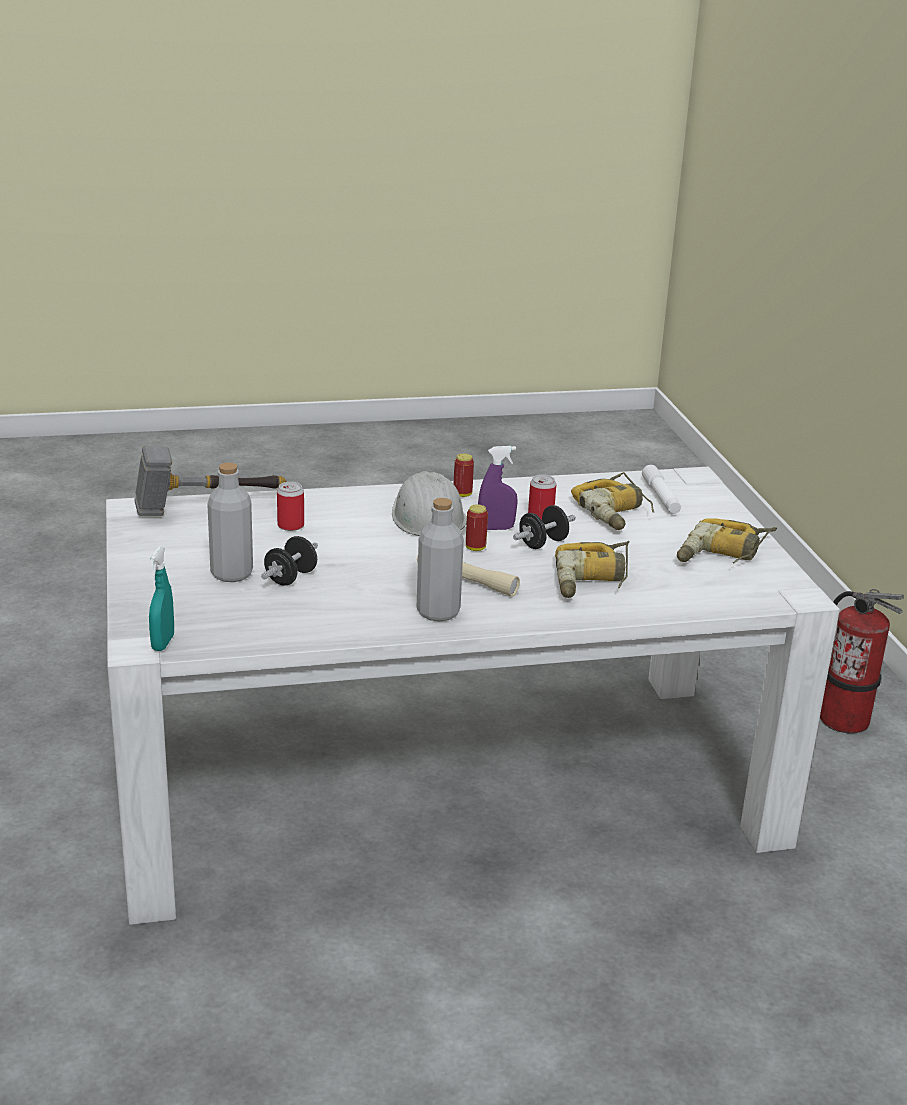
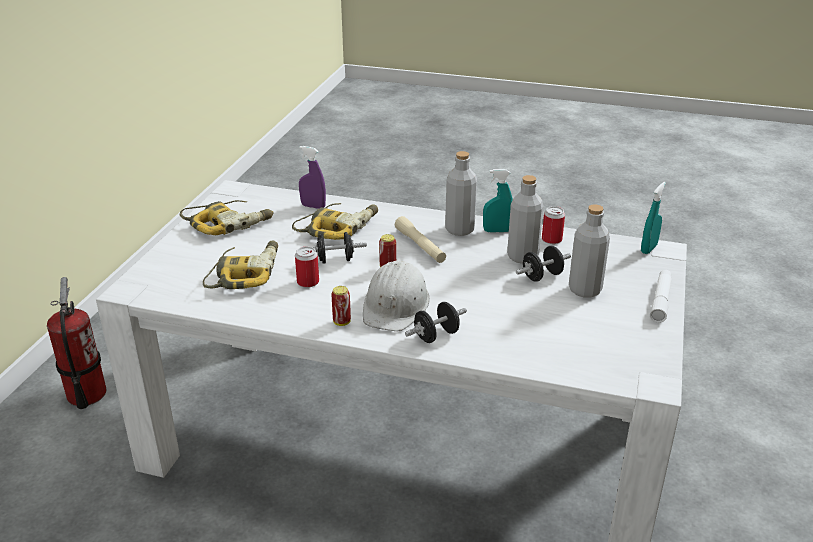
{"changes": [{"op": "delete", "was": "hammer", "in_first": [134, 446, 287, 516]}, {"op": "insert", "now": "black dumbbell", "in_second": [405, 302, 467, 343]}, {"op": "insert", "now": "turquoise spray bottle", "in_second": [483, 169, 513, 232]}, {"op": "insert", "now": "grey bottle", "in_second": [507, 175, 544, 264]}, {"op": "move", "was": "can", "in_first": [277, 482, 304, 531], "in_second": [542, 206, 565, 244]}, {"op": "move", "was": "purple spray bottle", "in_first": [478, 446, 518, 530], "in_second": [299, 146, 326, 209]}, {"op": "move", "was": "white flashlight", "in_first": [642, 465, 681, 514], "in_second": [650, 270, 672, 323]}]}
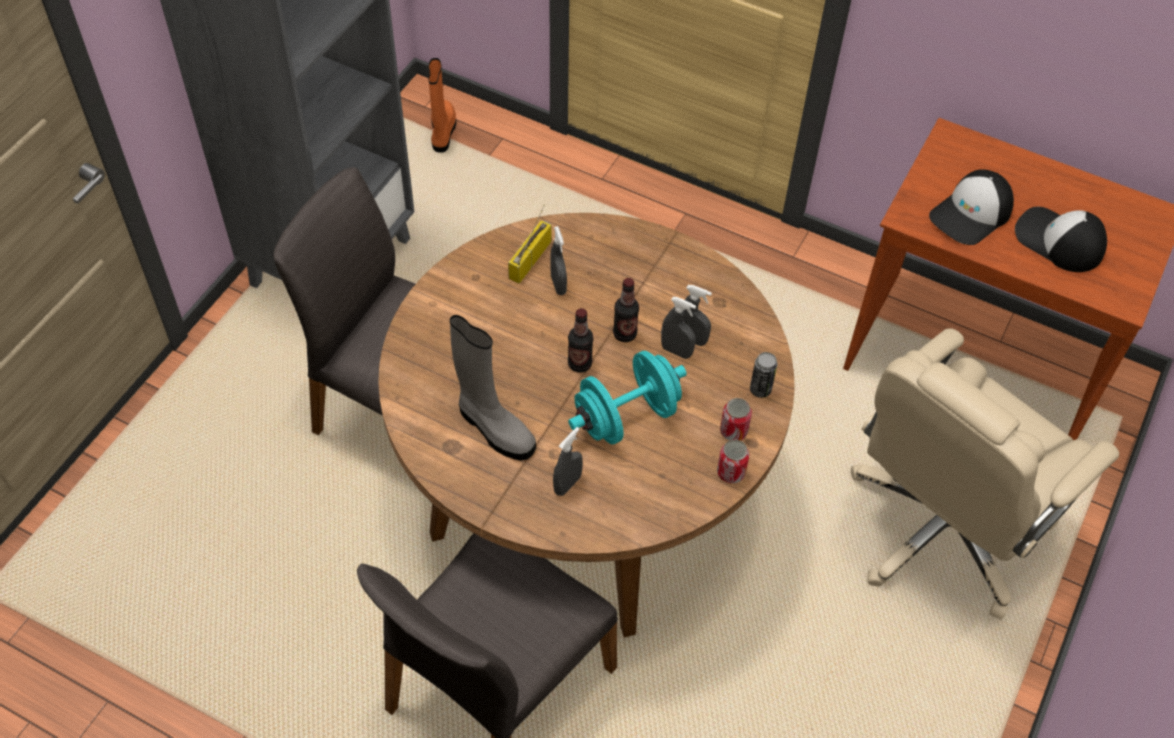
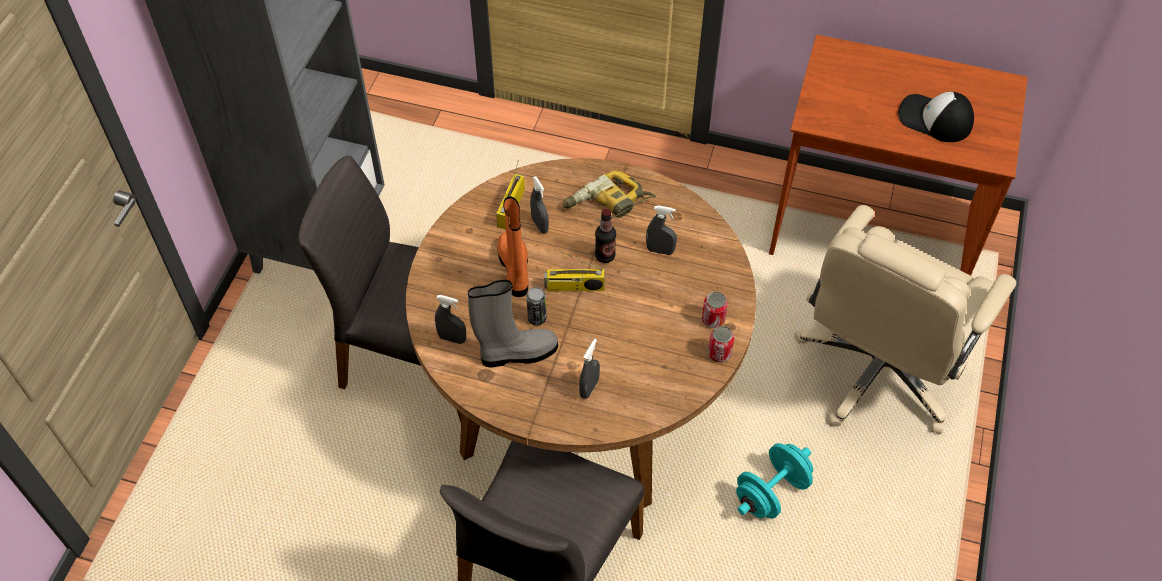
{"changes": [{"op": "delete", "was": "cap", "in_first": [929, 169, 1014, 245]}, {"op": "insert", "now": "power drill", "in_second": [562, 170, 656, 223]}, {"op": "move", "was": "orange boot", "in_first": [428, 58, 456, 153], "in_second": [497, 196, 528, 297]}, {"op": "move", "was": "turquoise dumbbell", "in_first": [568, 351, 687, 444], "in_second": [736, 443, 813, 518]}, {"op": "move", "was": "grey spray bottle", "in_first": [661, 297, 696, 359], "in_second": [435, 295, 466, 344]}, {"op": "move", "was": "can", "in_first": [750, 352, 777, 398], "in_second": [526, 287, 546, 325]}, {"op": "replace", "was": "bottle", "now": "radio", "in_first": [568, 308, 593, 373], "in_second": [544, 249, 605, 291]}, {"op": "rotate", "was": "grey boot", "in_first": [450, 315, 536, 460], "in_second": [468, 280, 558, 367], "clockwise": -45}]}
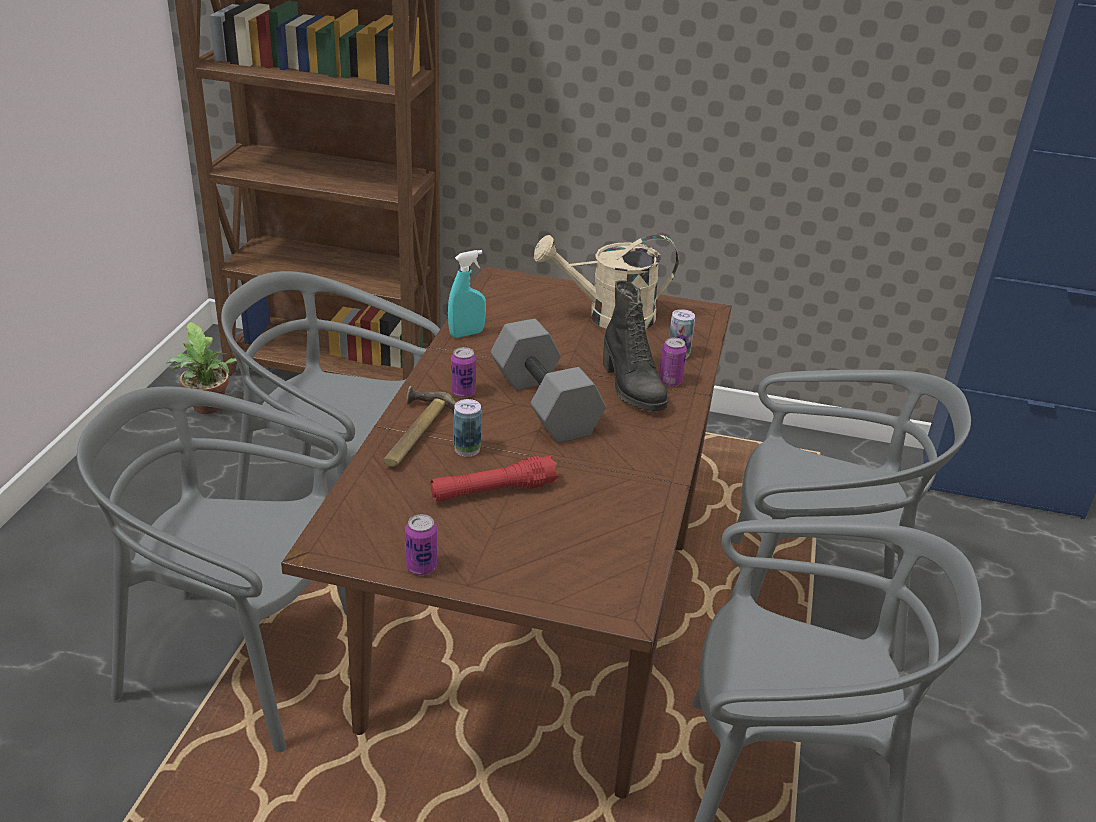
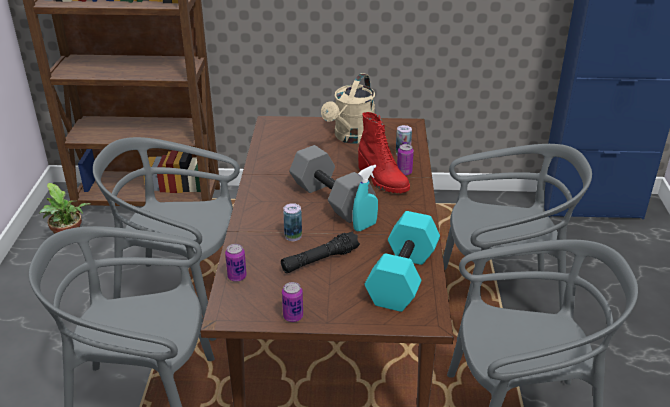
{"changes": [{"op": "delete", "was": "hammer", "in_first": [383, 386, 456, 467]}, {"op": "insert", "now": "turquoise dumbbell", "in_second": [364, 211, 440, 312]}, {"op": "move", "was": "turquoise spray bottle", "in_first": [448, 250, 486, 338], "in_second": [353, 165, 378, 231]}, {"op": "move", "was": "can", "in_first": [451, 347, 476, 398], "in_second": [225, 244, 247, 282]}, {"op": "recolor", "was": "red flashlight", "now": "black flashlight", "in_first": [430, 455, 558, 502], "in_second": [281, 231, 360, 273]}, {"op": "recolor", "was": "black boot", "now": "red boot", "in_first": [603, 280, 668, 411], "in_second": [358, 112, 410, 193]}, {"op": "rotate", "was": "beige watering can", "in_first": [534, 235, 679, 330], "in_second": [321, 73, 375, 144], "clockwise": -45}]}
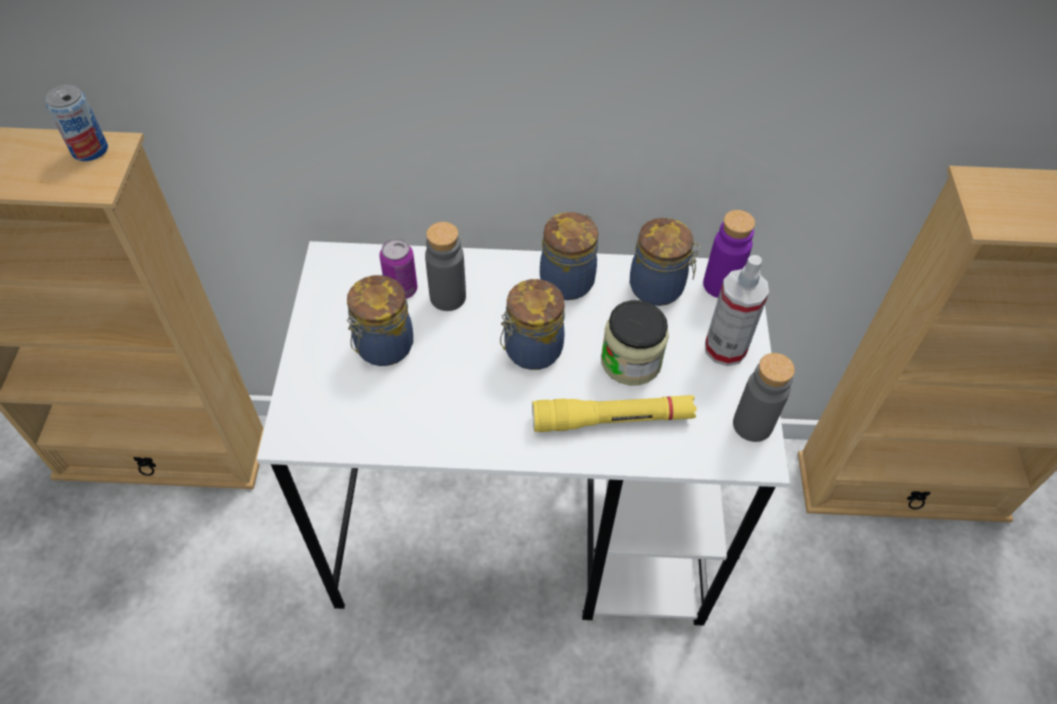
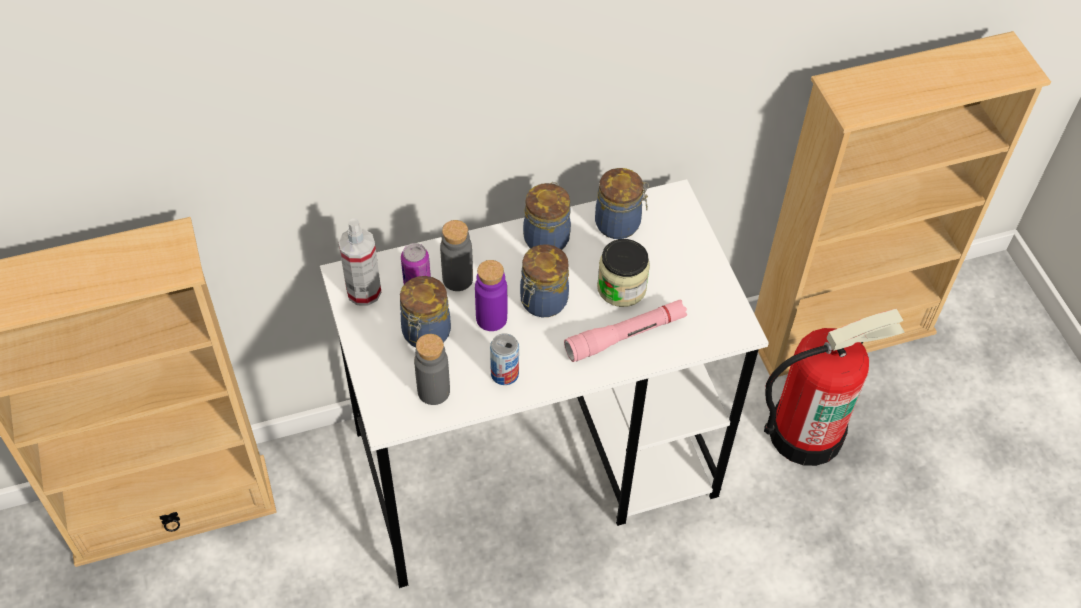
{"changes": [{"op": "insert", "now": "fire extinguisher", "in_second": [764, 309, 905, 466]}, {"op": "move", "was": "can", "in_first": [46, 85, 108, 161], "in_second": [490, 333, 519, 385]}, {"op": "move", "was": "purple bottle", "in_first": [703, 210, 755, 298], "in_second": [475, 260, 507, 331]}, {"op": "move", "was": "spray bottle", "in_first": [705, 255, 769, 366], "in_second": [338, 218, 382, 306]}, {"op": "move", "was": "grey bottle", "in_first": [733, 353, 795, 442], "in_second": [414, 334, 450, 405]}, {"op": "recolor", "was": "yellow flashlight", "now": "pink flashlight", "in_first": [532, 395, 697, 432], "in_second": [564, 300, 687, 362]}]}
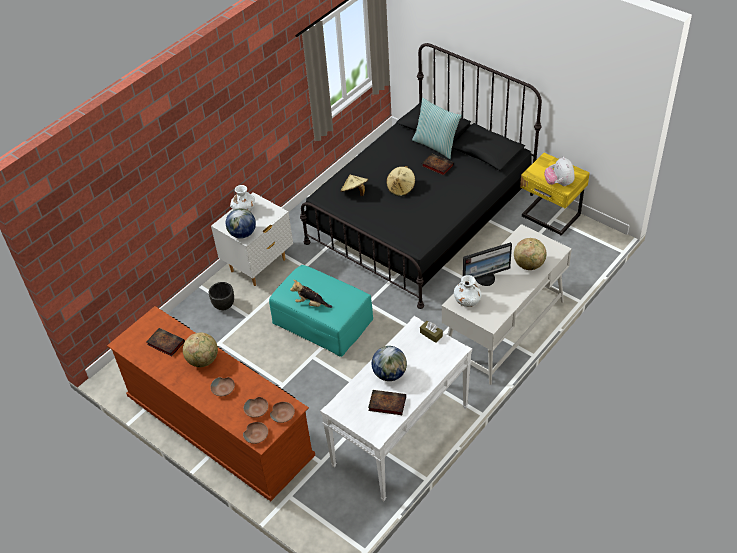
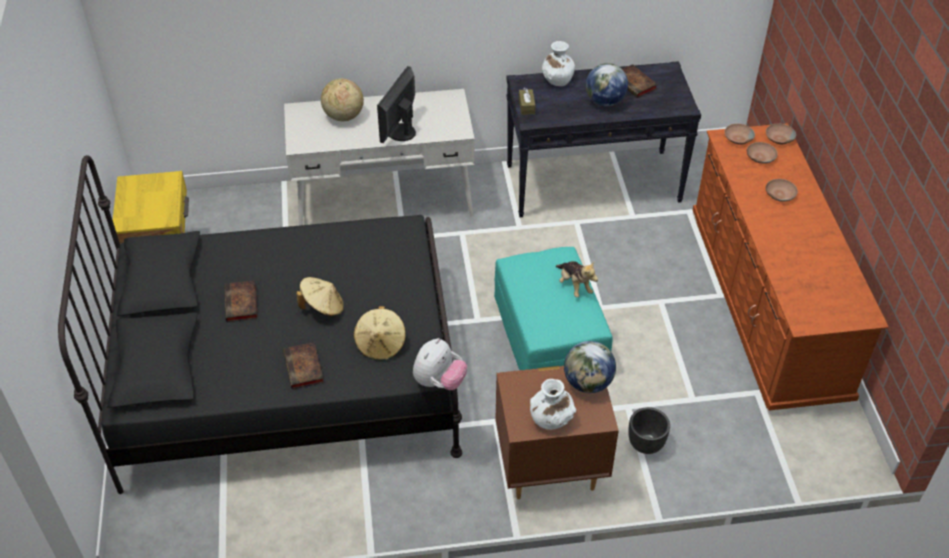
{"changes": [{"op": "delete", "was": "globe", "in_first": [183, 332, 218, 367]}, {"op": "delete", "was": "pillow", "in_first": [412, 98, 462, 159]}, {"op": "move", "was": "book", "in_first": [146, 328, 185, 357], "in_second": [283, 342, 324, 389]}, {"op": "move", "was": "white vase", "in_first": [454, 275, 481, 307], "in_second": [542, 41, 575, 86]}, {"op": "move", "was": "plush toy", "in_first": [544, 157, 574, 186], "in_second": [413, 338, 467, 390]}, {"op": "recolor", "was": "white nightstand", "now": "brown nightstand", "in_first": [211, 192, 293, 286], "in_second": [496, 366, 619, 499]}, {"op": "recolor", "was": "white console table", "now": "black console table", "in_first": [320, 316, 472, 501], "in_second": [506, 61, 701, 217]}, {"op": "rotate", "was": "monitor", "in_first": [463, 242, 512, 286], "in_second": [377, 66, 416, 143], "clockwise": -90}]}
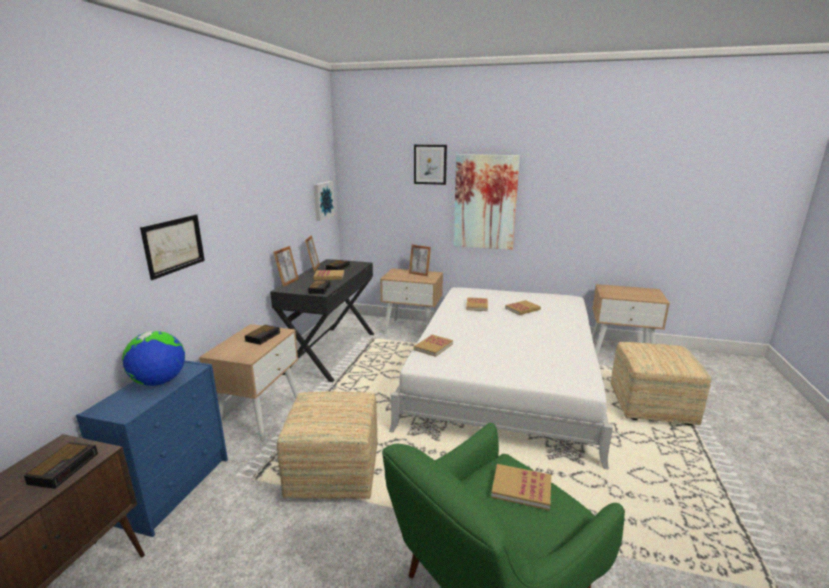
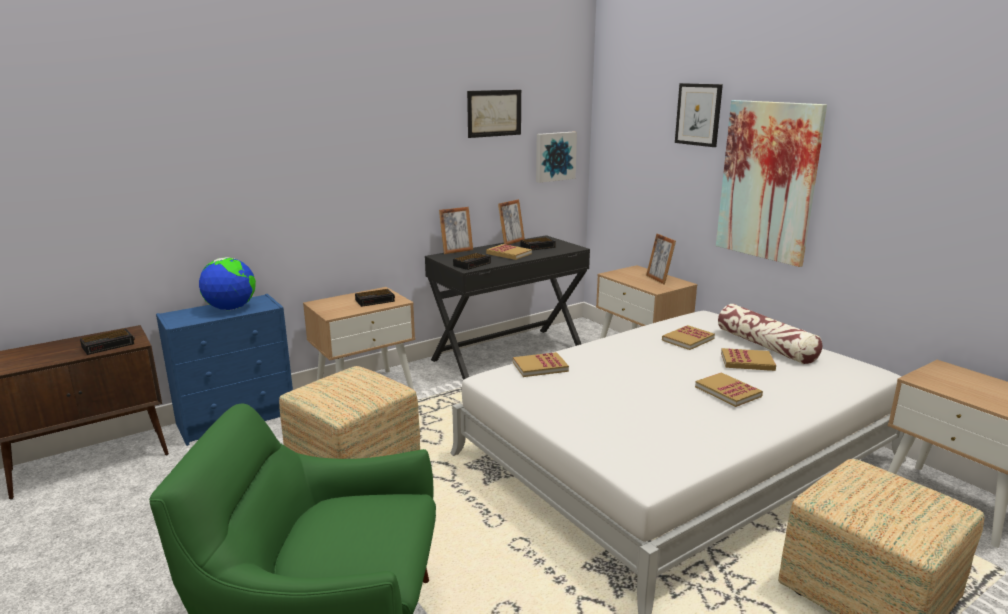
{"changes": [{"op": "insert", "now": "pillow", "in_second": [718, 304, 822, 364]}, {"op": "move", "was": "picture", "in_first": [140, 214, 205, 280], "in_second": [467, 90, 521, 138]}, {"op": "move", "was": "book", "in_first": [491, 464, 551, 511], "in_second": [695, 372, 763, 407]}]}
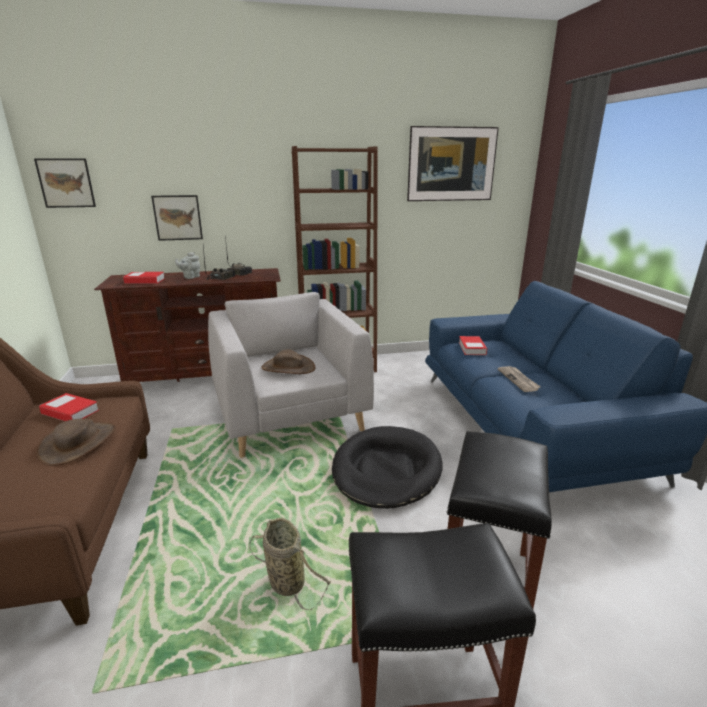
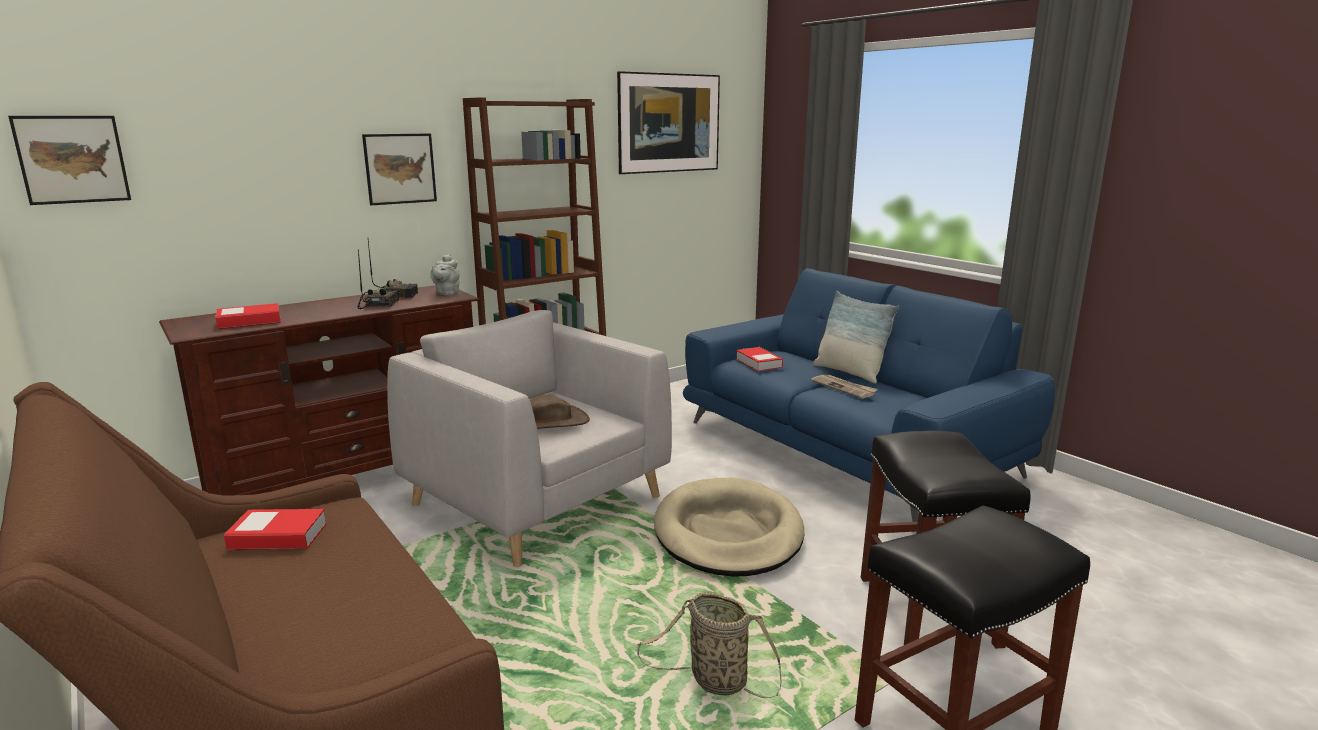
{"changes": [{"op": "delete", "was": "brown hat", "in_first": [36, 419, 116, 466]}, {"op": "insert", "now": "pillow", "in_second": [813, 291, 900, 384]}, {"op": "move", "was": "picture", "in_first": [151, 195, 203, 241], "in_second": [362, 133, 437, 205]}, {"op": "move", "was": "grey teapot", "in_first": [175, 252, 200, 279], "in_second": [430, 254, 459, 295]}, {"op": "recolor", "was": "black dog bed", "now": "beige dog bed", "in_first": [332, 426, 443, 509], "in_second": [654, 478, 804, 577]}]}
